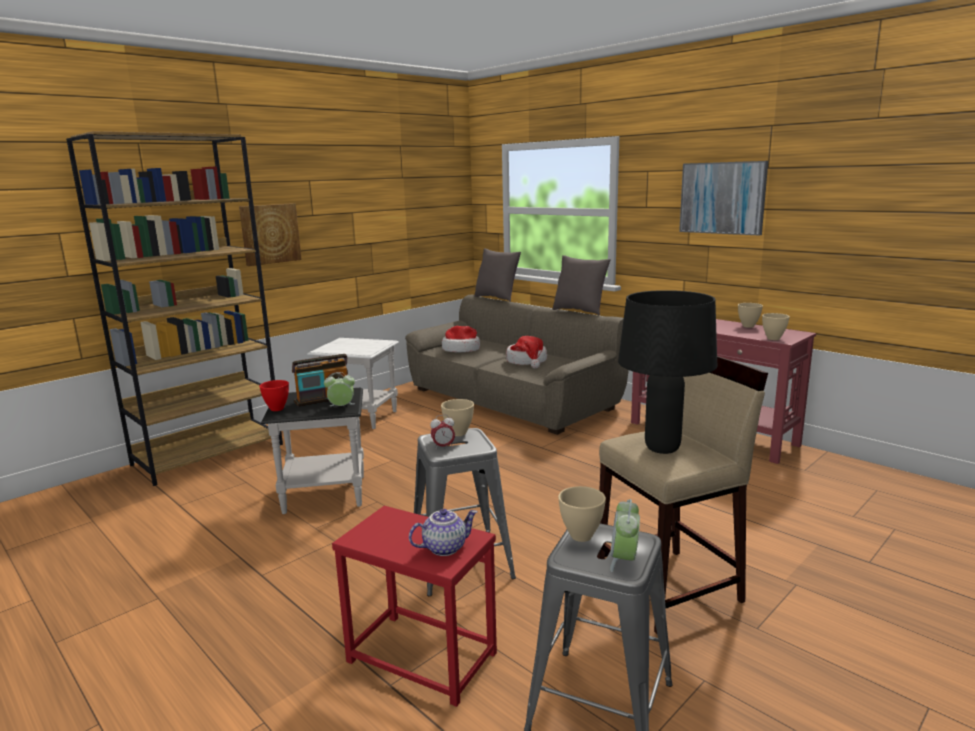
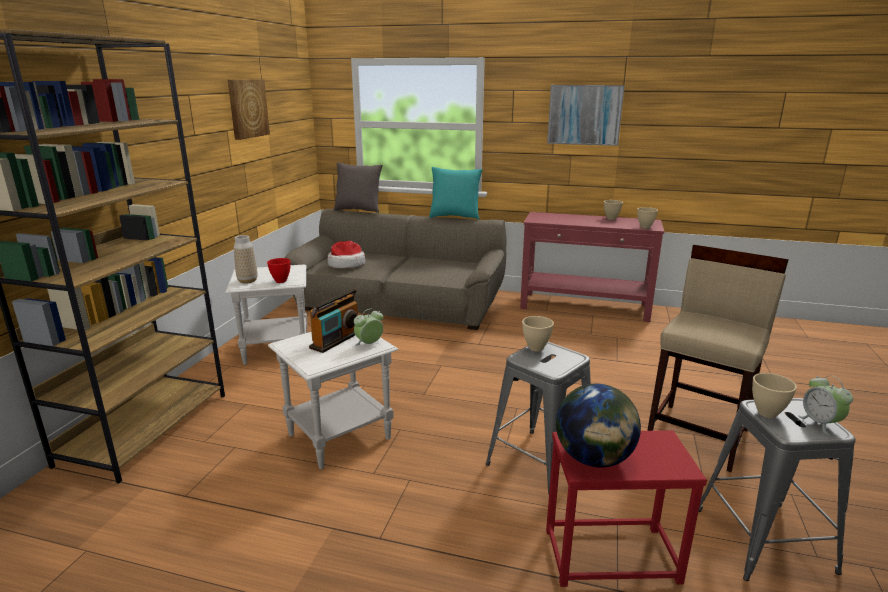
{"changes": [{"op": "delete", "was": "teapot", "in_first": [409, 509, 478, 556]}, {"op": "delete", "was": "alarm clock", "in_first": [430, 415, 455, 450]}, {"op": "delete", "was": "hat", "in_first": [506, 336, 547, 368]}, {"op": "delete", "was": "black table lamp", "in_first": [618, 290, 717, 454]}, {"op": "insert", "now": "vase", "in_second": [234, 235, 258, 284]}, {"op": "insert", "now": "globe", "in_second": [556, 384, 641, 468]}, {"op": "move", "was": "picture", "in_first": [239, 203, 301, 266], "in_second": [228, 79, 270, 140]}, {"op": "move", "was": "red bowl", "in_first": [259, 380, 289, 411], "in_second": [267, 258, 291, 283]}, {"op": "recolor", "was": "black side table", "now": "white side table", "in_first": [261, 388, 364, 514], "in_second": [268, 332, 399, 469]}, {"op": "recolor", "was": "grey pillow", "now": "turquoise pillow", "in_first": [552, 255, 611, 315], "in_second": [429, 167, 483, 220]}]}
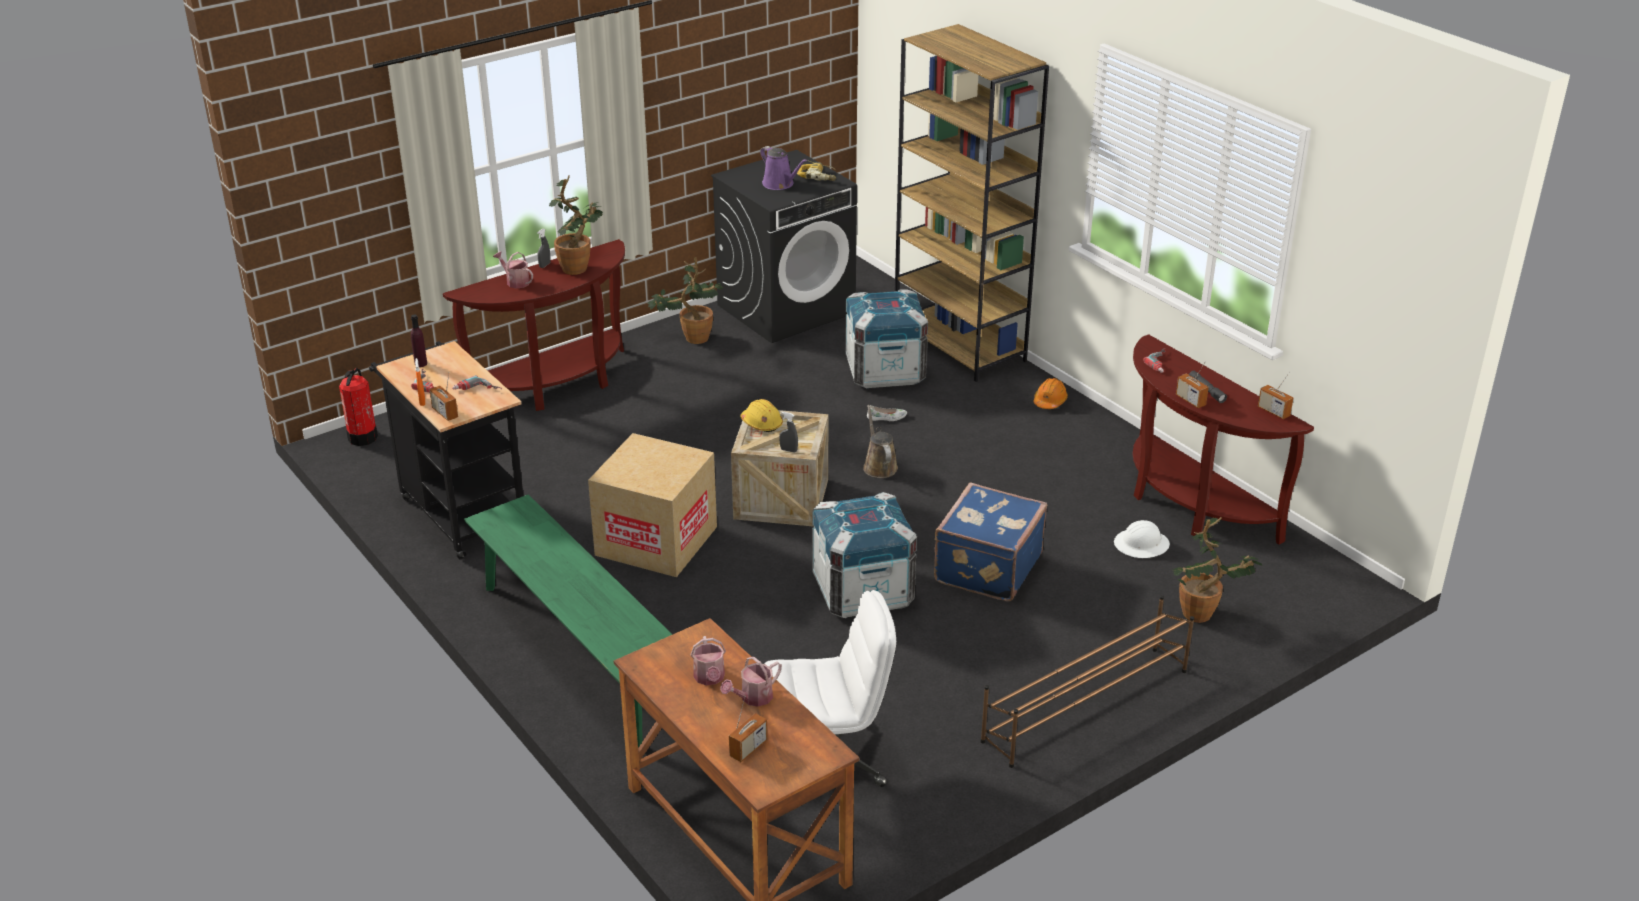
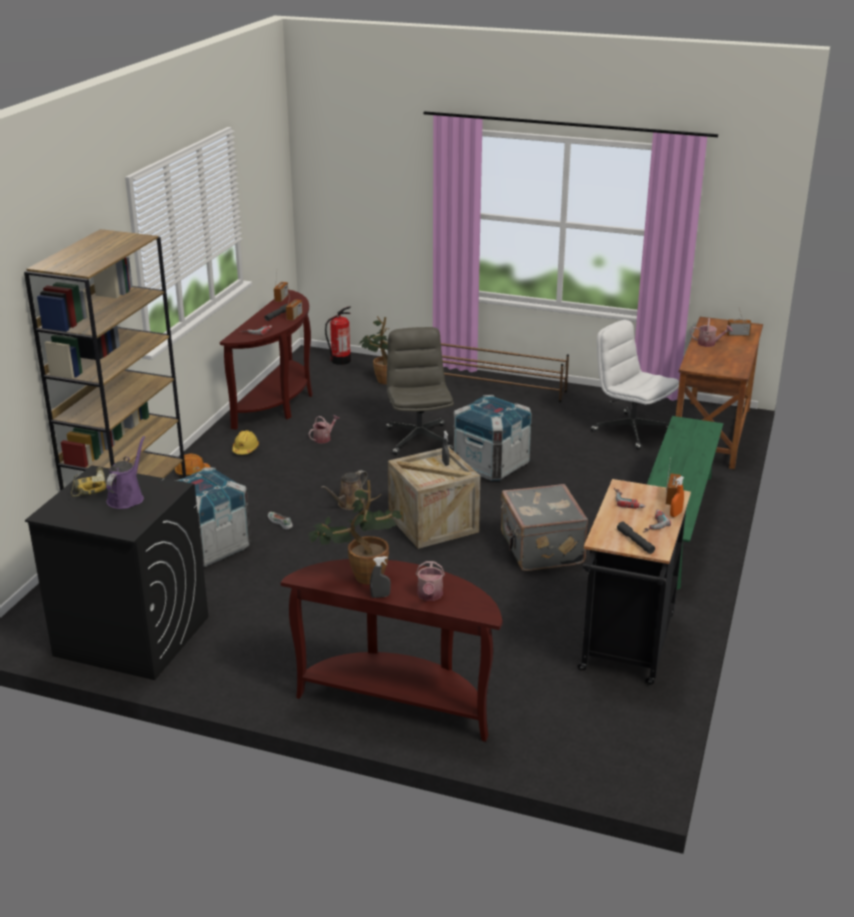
{"changes": [{"op": "delete", "was": "potted plant", "in_first": [648, 257, 723, 344]}, {"op": "delete", "was": "white hard hat", "in_first": [1114, 520, 1170, 558]}, {"op": "move", "was": "fire extinguisher", "in_first": [339, 368, 378, 446], "in_second": [325, 306, 351, 365]}, {"op": "move", "was": "watering can", "in_first": [690, 636, 726, 685], "in_second": [309, 415, 340, 443]}, {"op": "move", "was": "yellow hard hat", "in_first": [740, 399, 783, 432], "in_second": [232, 430, 259, 455]}, {"op": "replace", "was": "purple bottle", "now": "grey flashlight", "in_first": [411, 314, 427, 367], "in_second": [617, 521, 655, 554]}, {"op": "replace", "was": "cardboard box", "now": "grey suitcase", "in_first": [588, 433, 717, 577], "in_second": [501, 484, 588, 571]}, {"op": "replace", "was": "blue suitcase", "now": "grey office chair", "in_first": [934, 483, 1047, 602], "in_second": [386, 327, 454, 455]}]}
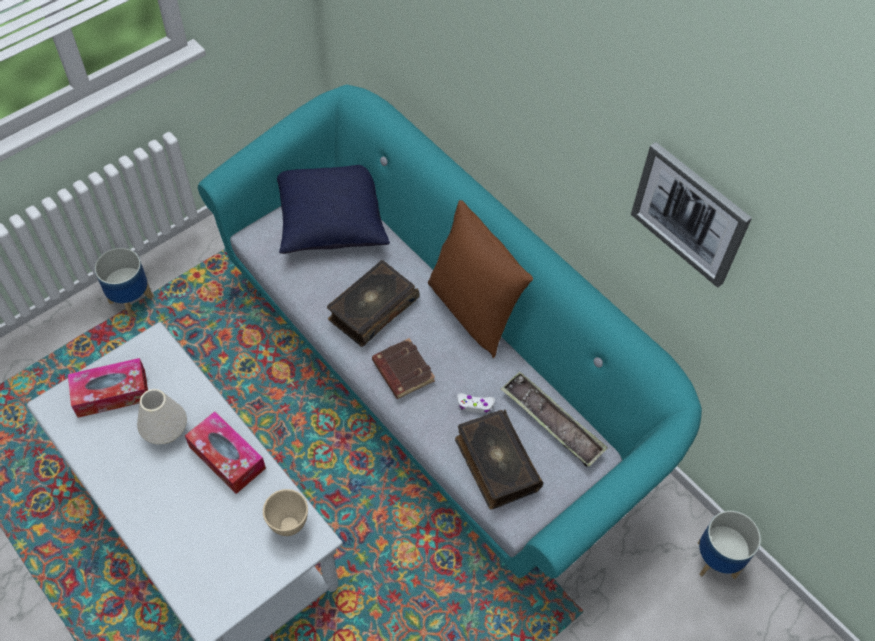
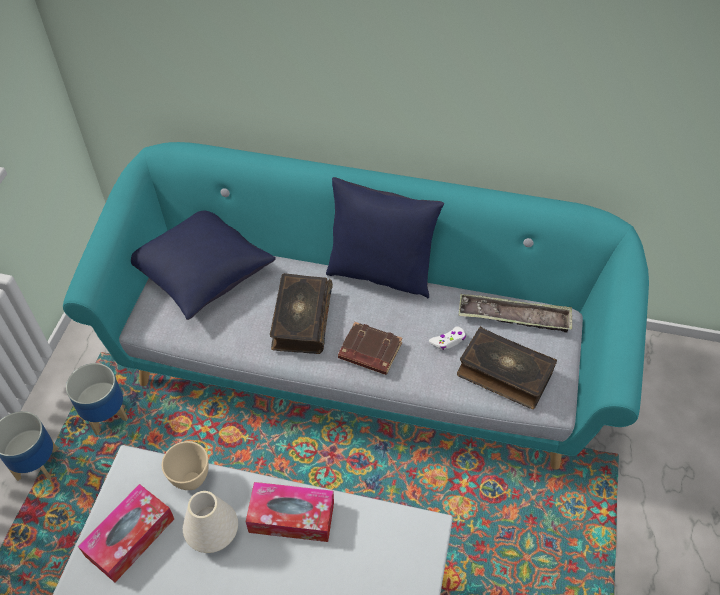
{"changes": [{"op": "delete", "was": "picture", "in_first": [631, 142, 752, 288]}, {"op": "move", "was": "beige bowl", "in_first": [263, 489, 308, 536], "in_second": [162, 441, 209, 490]}, {"op": "move", "was": "planter", "in_first": [698, 511, 761, 579], "in_second": [66, 363, 128, 435]}, {"op": "recolor", "was": "brown pillow", "now": "blue pillow", "in_first": [428, 200, 533, 358], "in_second": [326, 177, 444, 299]}]}
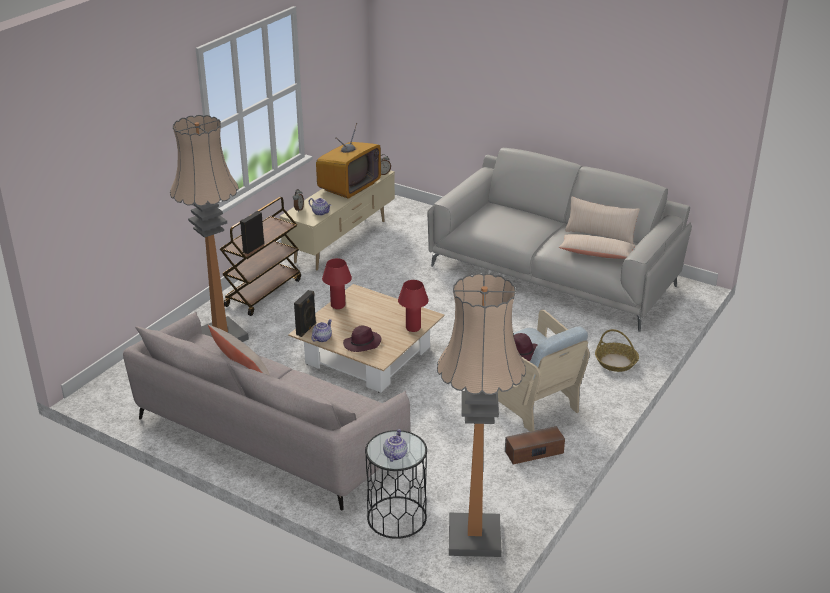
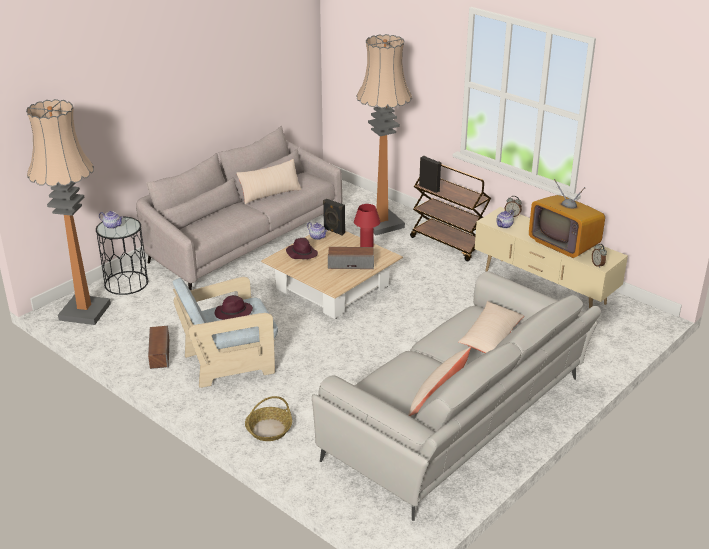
{"changes": [{"op": "delete", "was": "red table lamp", "in_first": [398, 280, 429, 332]}, {"op": "insert", "now": "speaker", "in_second": [328, 247, 374, 269]}, {"op": "move", "was": "beige pillow", "in_first": [559, 234, 635, 259], "in_second": [458, 301, 524, 353]}]}
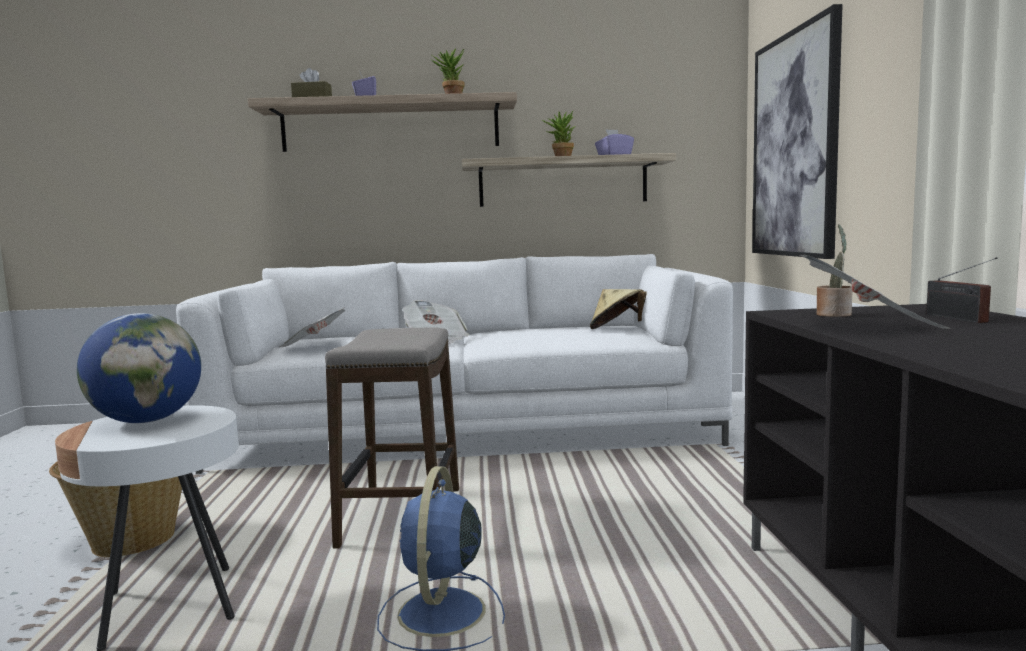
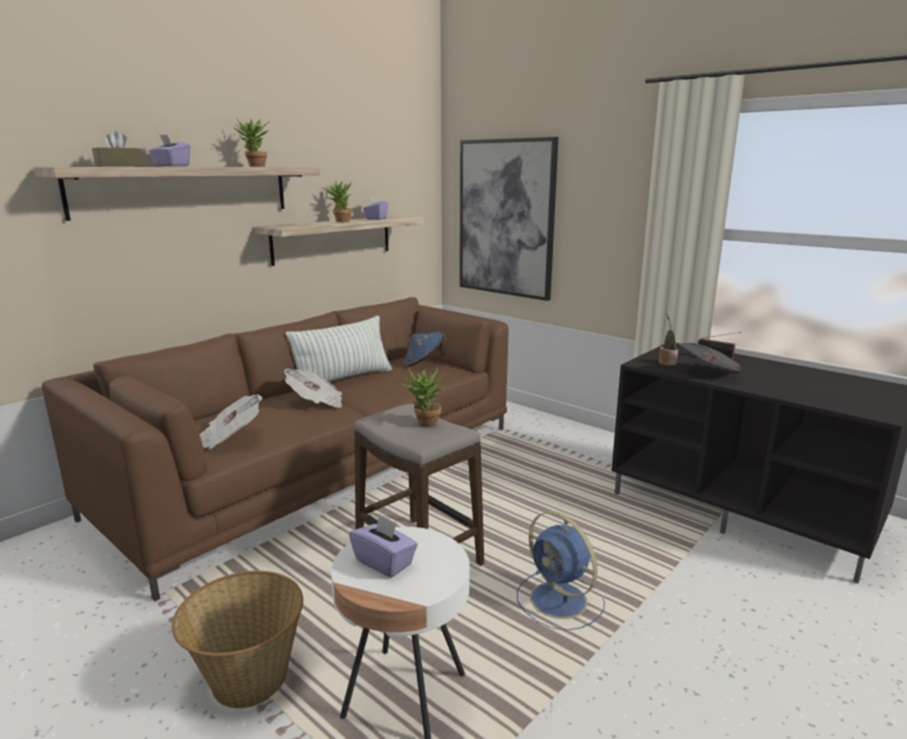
{"changes": [{"op": "insert", "now": "pillow", "in_second": [286, 315, 392, 382]}, {"op": "insert", "now": "potted plant", "in_second": [402, 367, 448, 427]}, {"op": "replace", "was": "globe", "now": "purple tissue box", "in_first": [77, 313, 201, 423], "in_second": [349, 514, 418, 578]}, {"op": "recolor", "was": "white sofa", "now": "brown sofa", "in_first": [176, 254, 733, 474], "in_second": [42, 297, 508, 601]}, {"op": "recolor", "was": "beige hat", "now": "blue hat", "in_first": [590, 289, 647, 329], "in_second": [404, 332, 447, 367]}]}
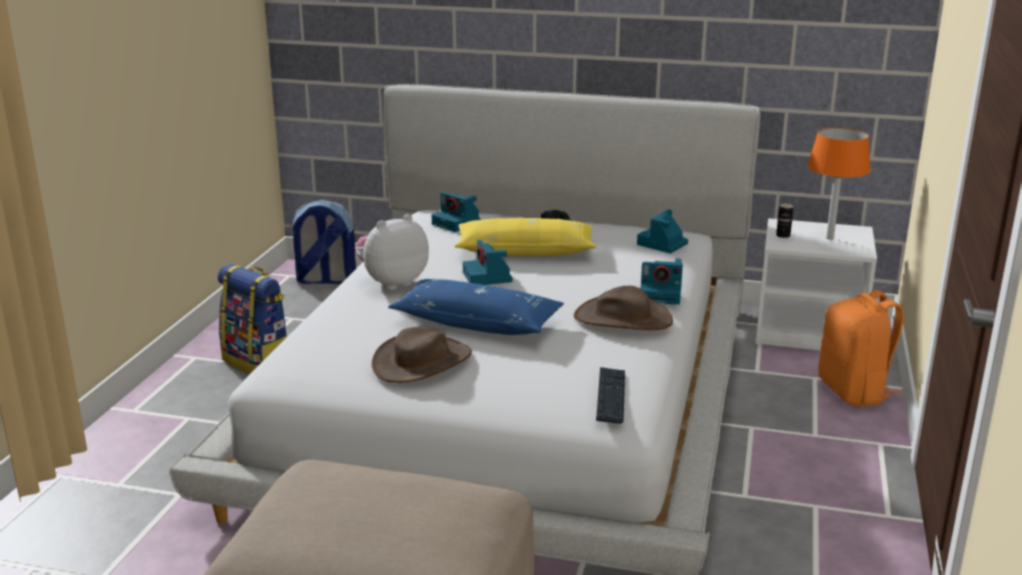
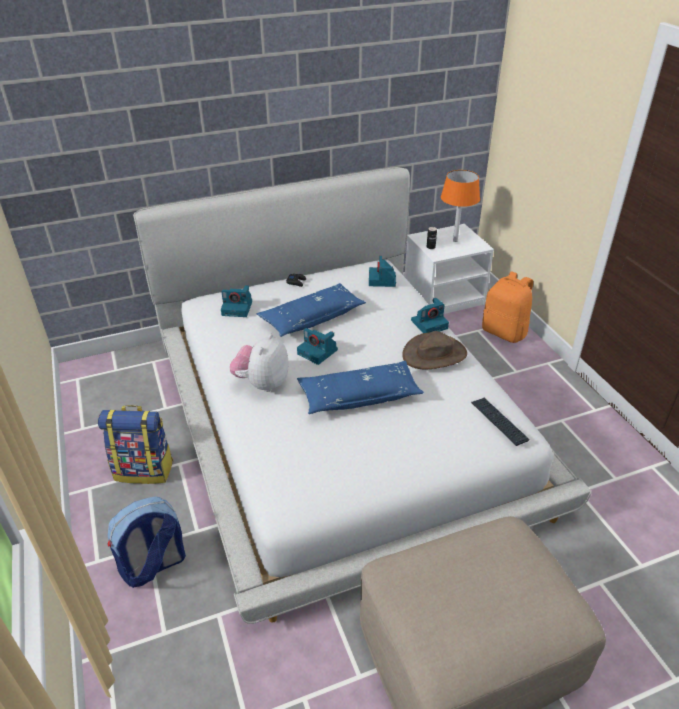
{"changes": [{"op": "delete", "was": "brown hat", "in_first": [372, 327, 472, 383]}, {"op": "move", "was": "backpack", "in_first": [289, 200, 357, 284], "in_second": [108, 496, 186, 588]}, {"op": "recolor", "was": "yellow pillow", "now": "blue pillow", "in_first": [455, 218, 596, 256], "in_second": [257, 283, 366, 337]}]}
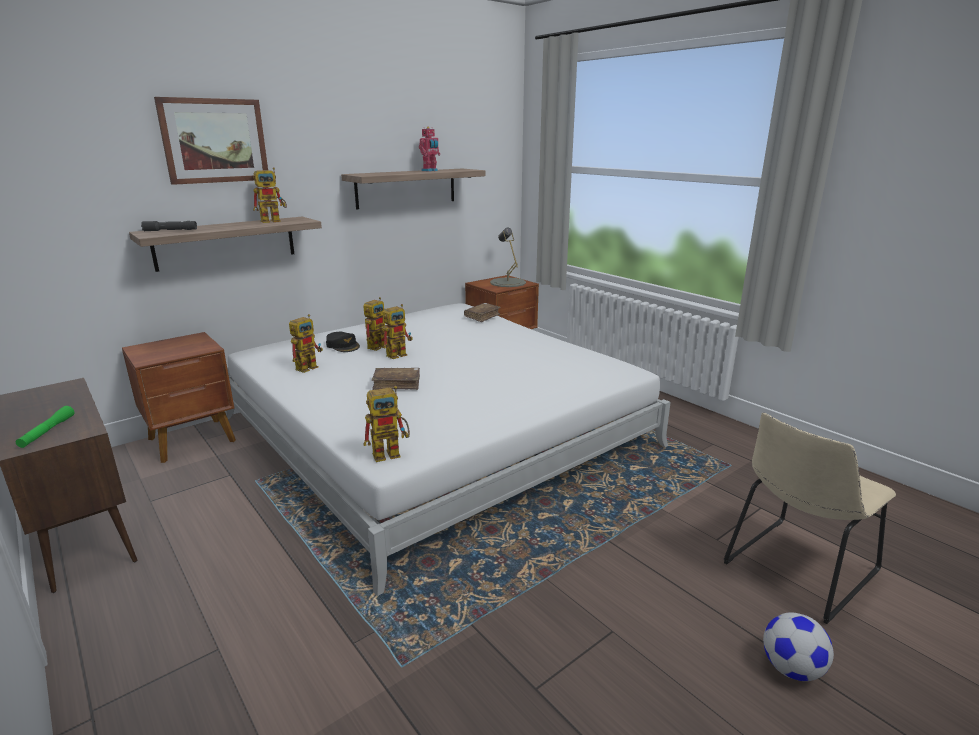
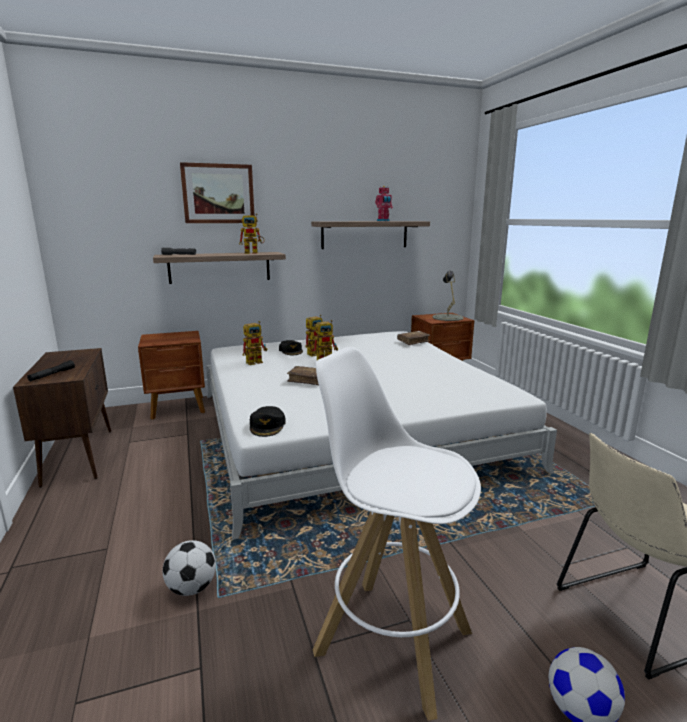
{"changes": [{"op": "insert", "now": "football", "in_second": [163, 540, 216, 596]}, {"op": "insert", "now": "white stool", "in_second": [313, 347, 481, 721]}, {"op": "replace", "was": "toy robot", "now": "black cap", "in_first": [364, 386, 410, 462], "in_second": [250, 406, 286, 437]}, {"op": "recolor", "was": "green flashlight", "now": "black flashlight", "in_first": [16, 406, 75, 448], "in_second": [27, 360, 75, 381]}]}
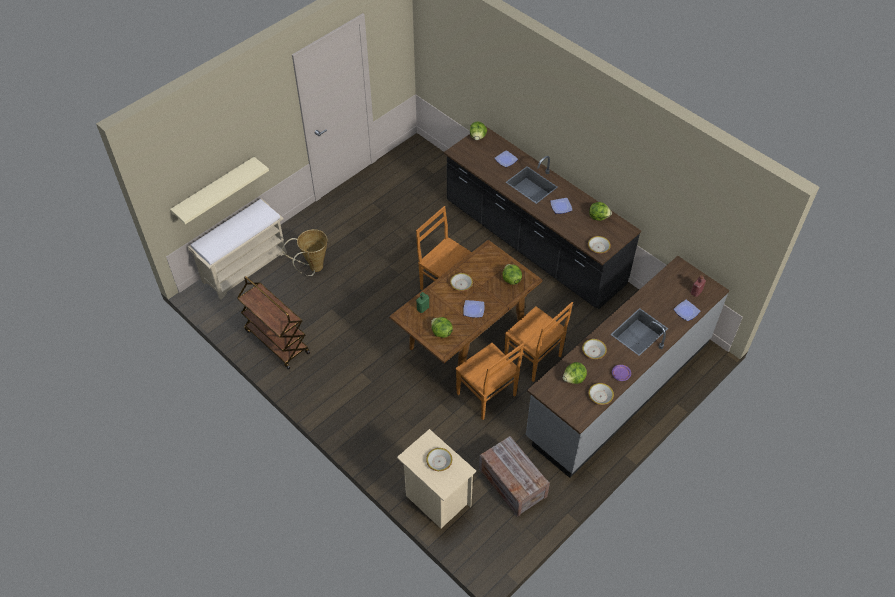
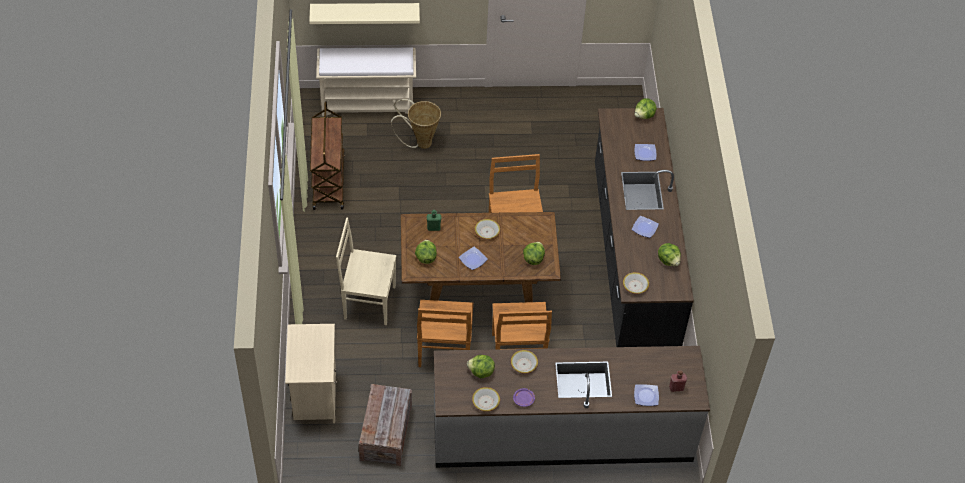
{"changes": [{"op": "delete", "was": "bowl", "in_first": [426, 448, 452, 471]}, {"op": "insert", "now": "beige chair", "in_second": [336, 217, 396, 325]}]}
